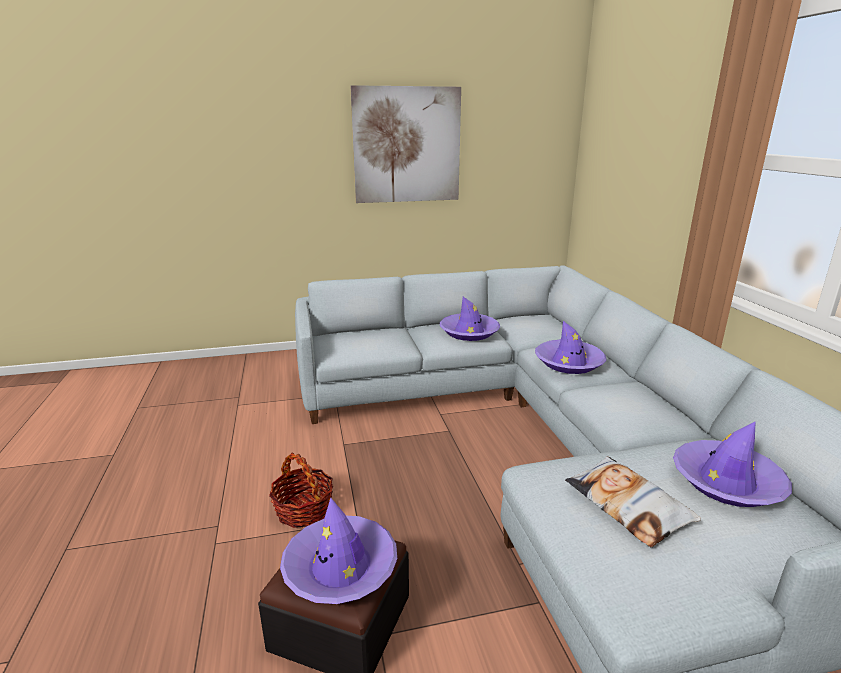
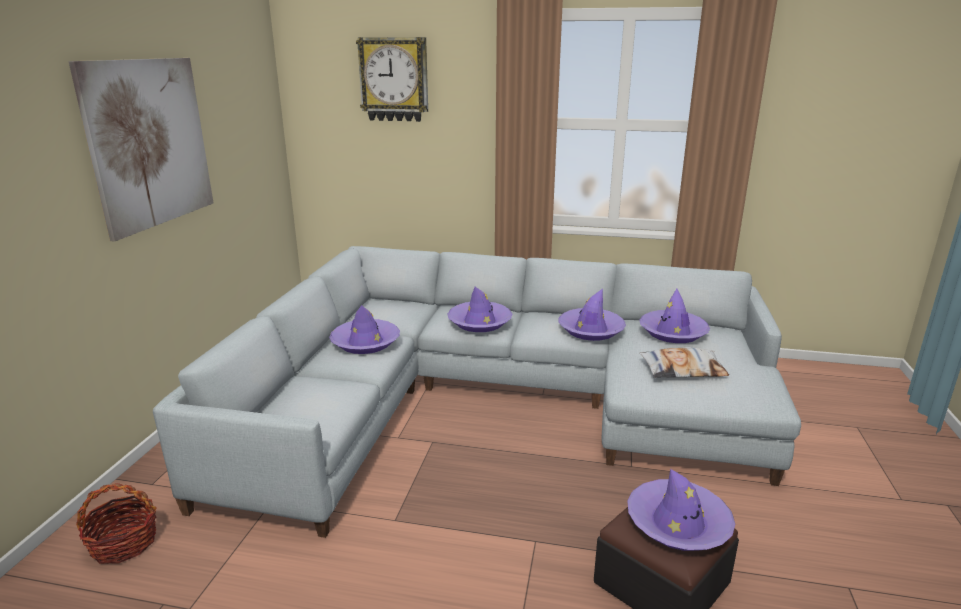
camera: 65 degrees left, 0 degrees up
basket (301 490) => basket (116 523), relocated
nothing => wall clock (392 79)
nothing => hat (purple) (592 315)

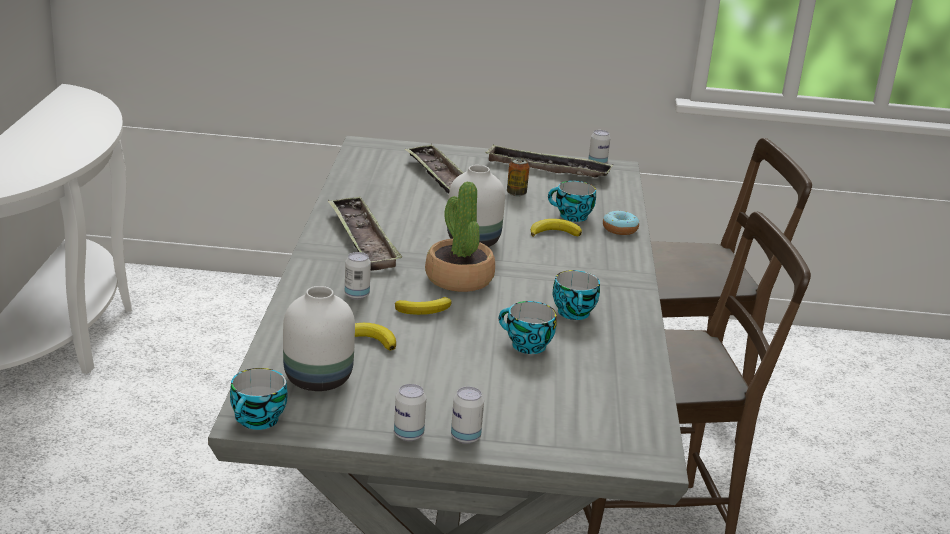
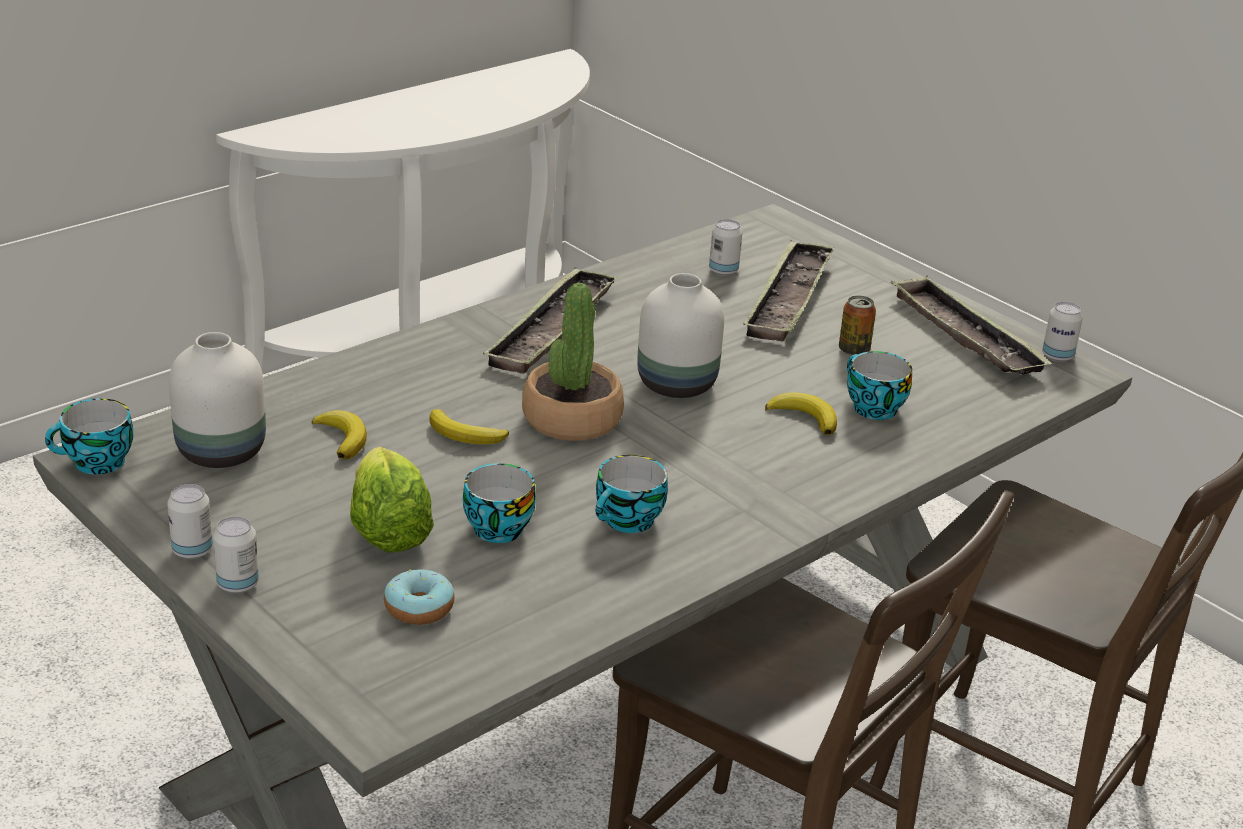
camera: 45 degrees right, 5 degrees up
donut (621 223) => donut (419 597), relocated
can (358 276) => can (725 247), relocated
nothing => lettuce (392 499)

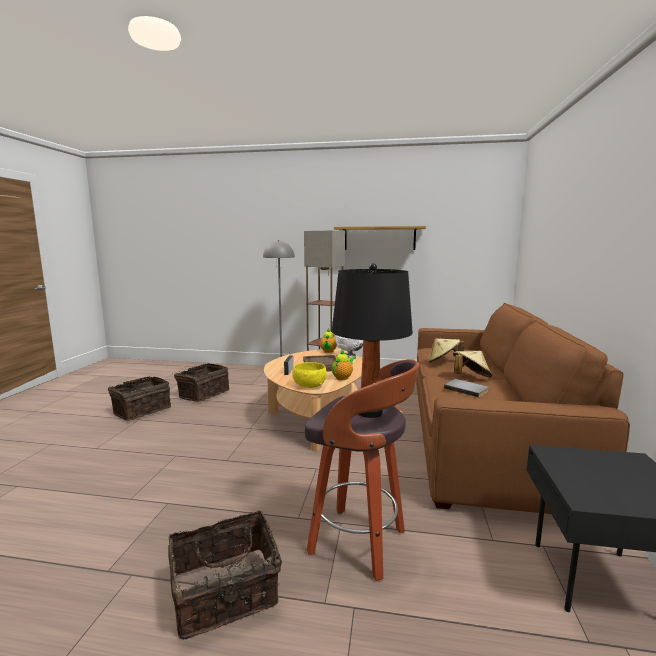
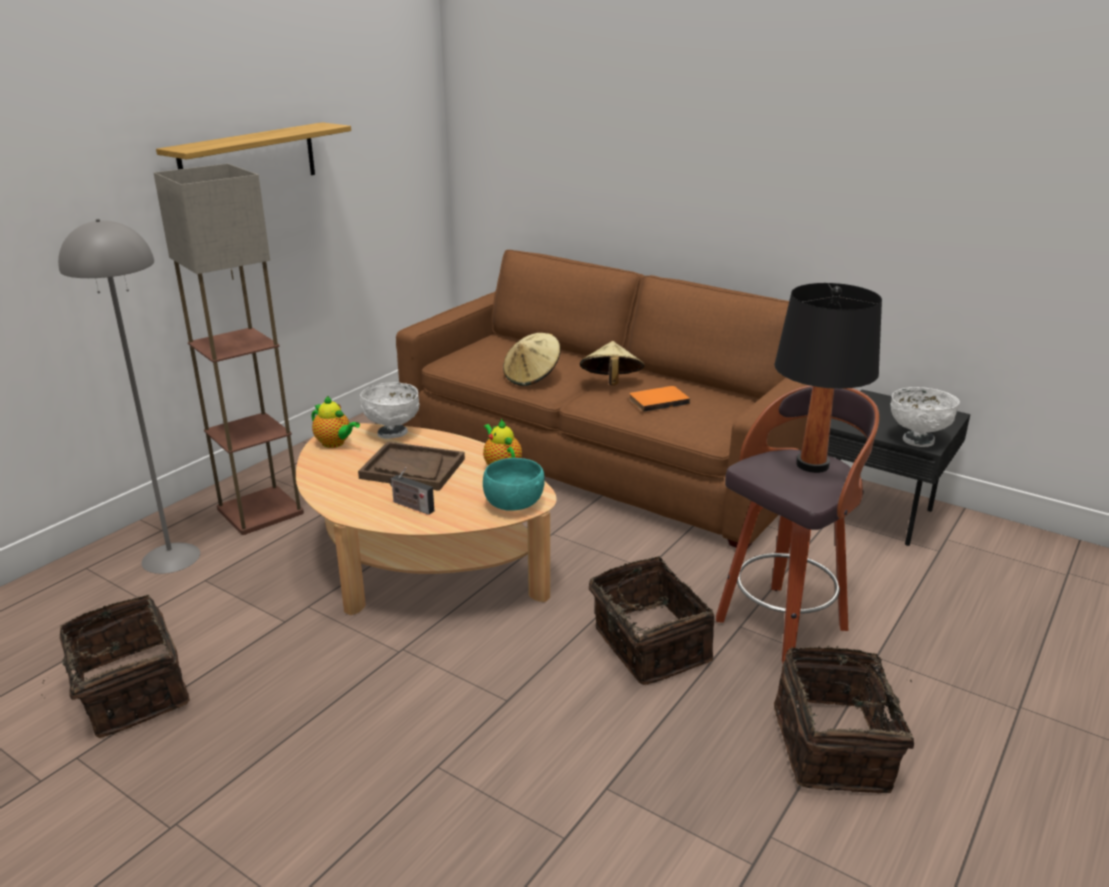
camera: 65 degrees left, 15 degrees up
bowl (yellow) (309 375) => bowl (turquoise) (514 484)
basket (139 398) => basket (651 620), relocated
book (grey) (466 388) => book (orange) (659 399)
nothing => bowl (white) (925 417)

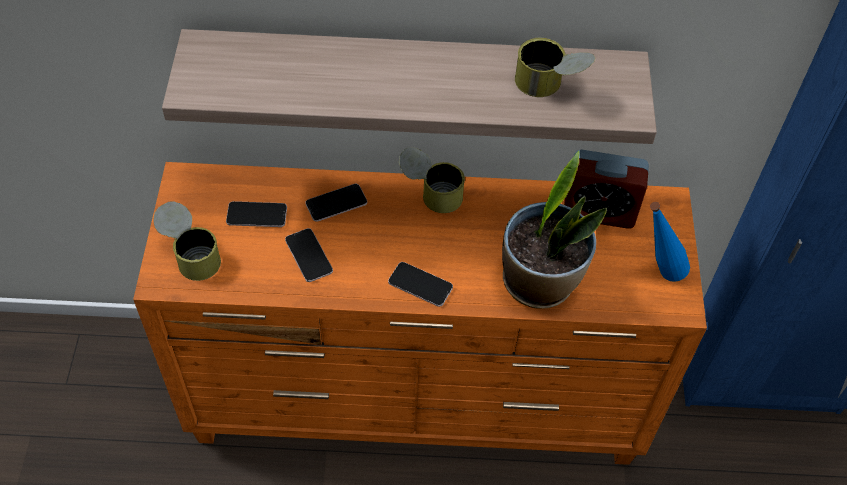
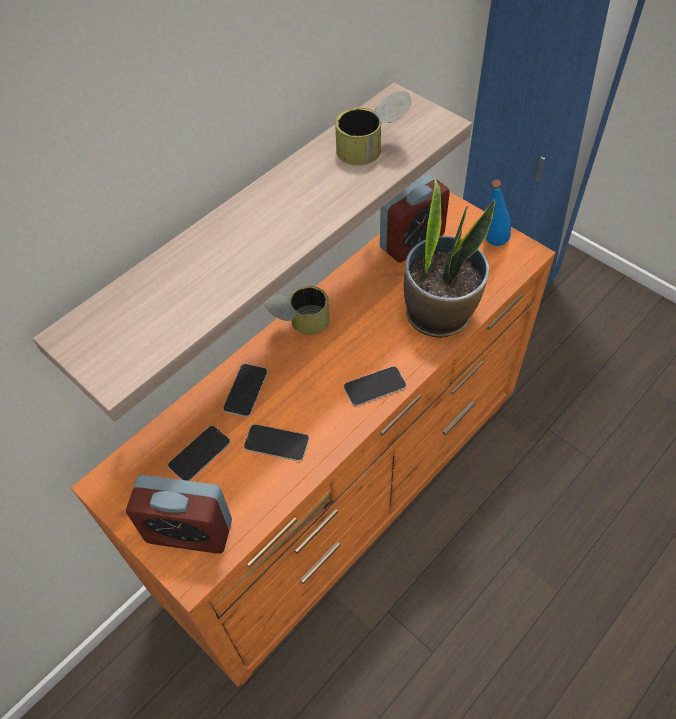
camera: 45 degrees left, 0 degrees up
can (187 241) => alarm clock (179 514)

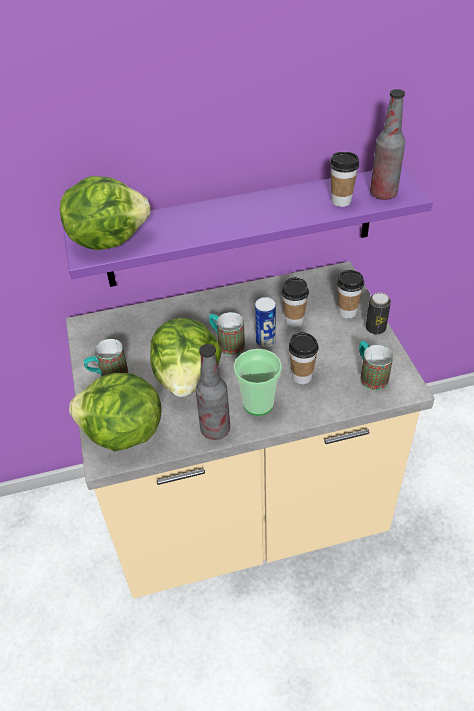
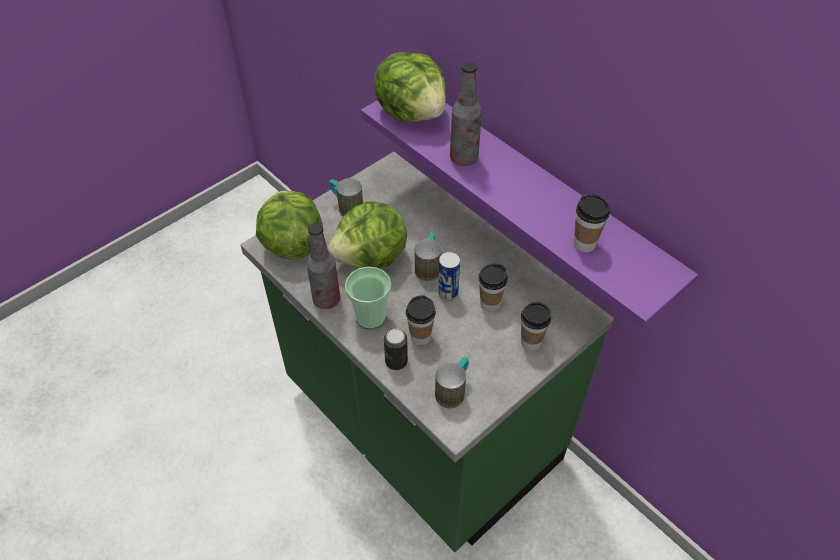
camera: 60 degrees right, 5 degrees up
bottle (387 144) => bottle (466 114), relocated
counter (beige) (250 429) => counter (green) (427 352)
can (378 313) => can (396 349), relocated

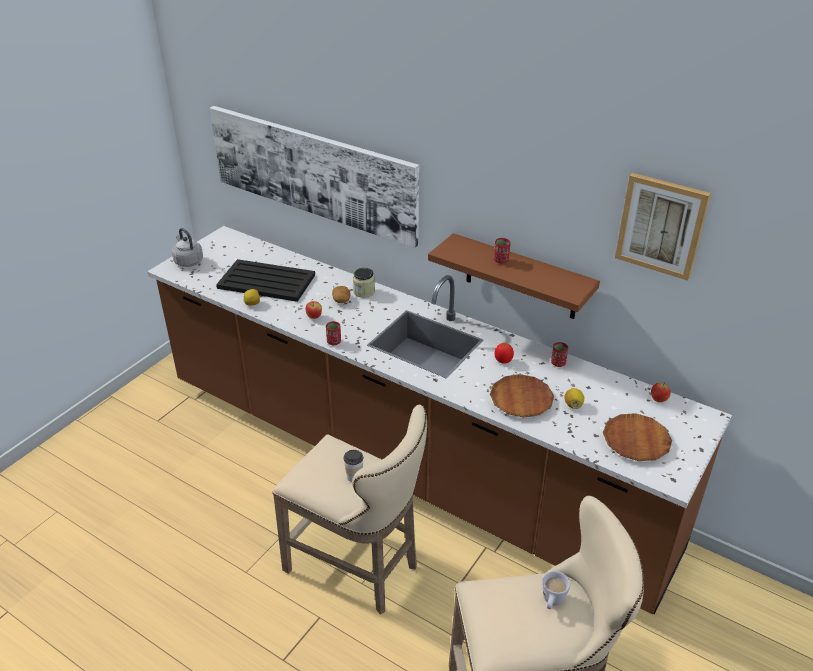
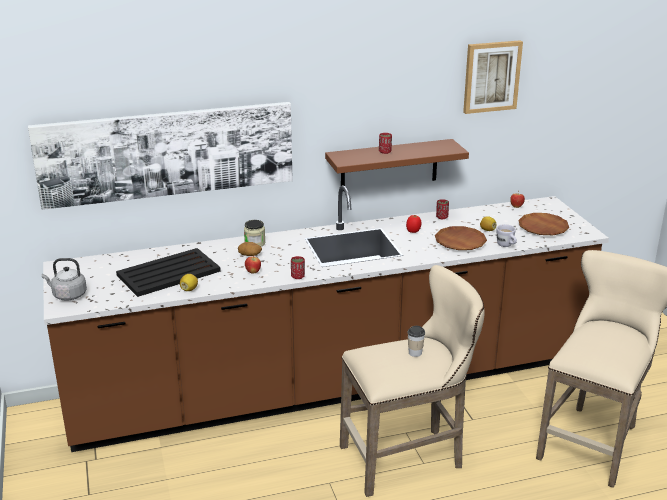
camera: 50 degrees left, 10 degrees down
mug (white) (556 590) => mug (white) (506 235), relocated

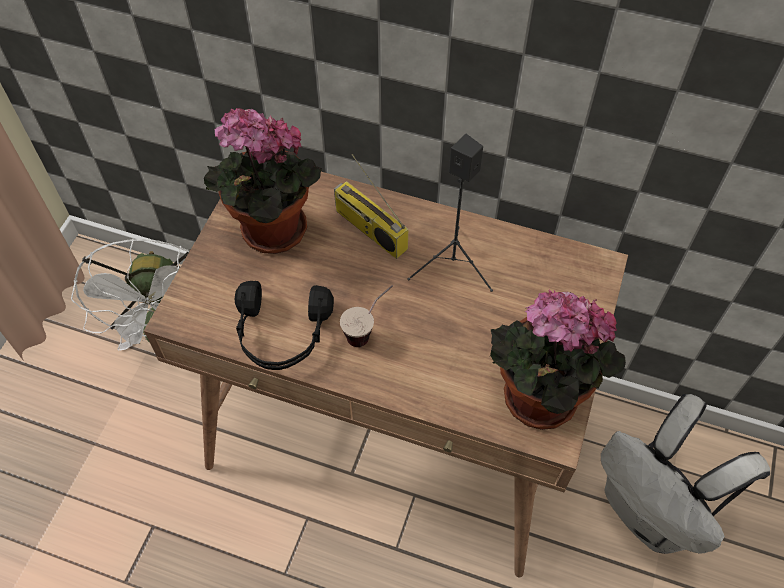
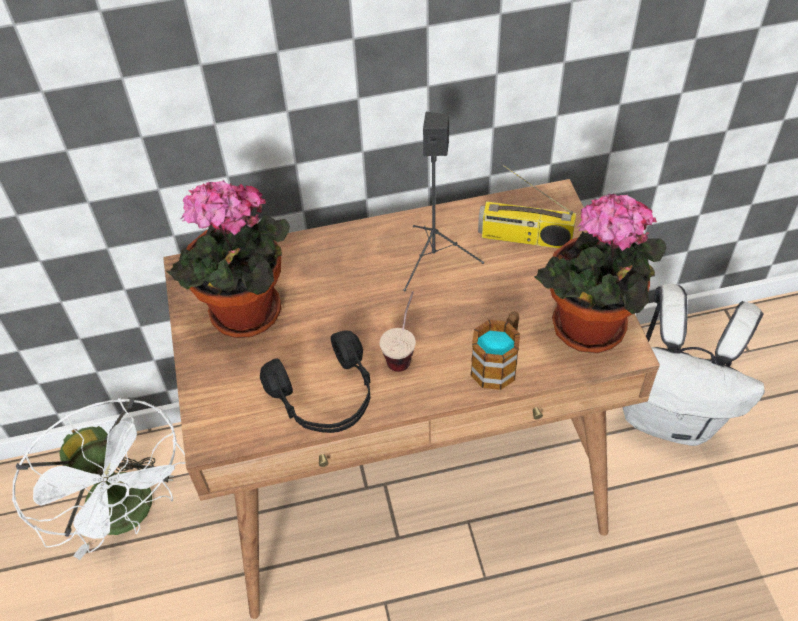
camera: 30 degrees left, 5 degrees down
radio (371 206) => radio (527 206), relocated
nothing => mug (495 350)

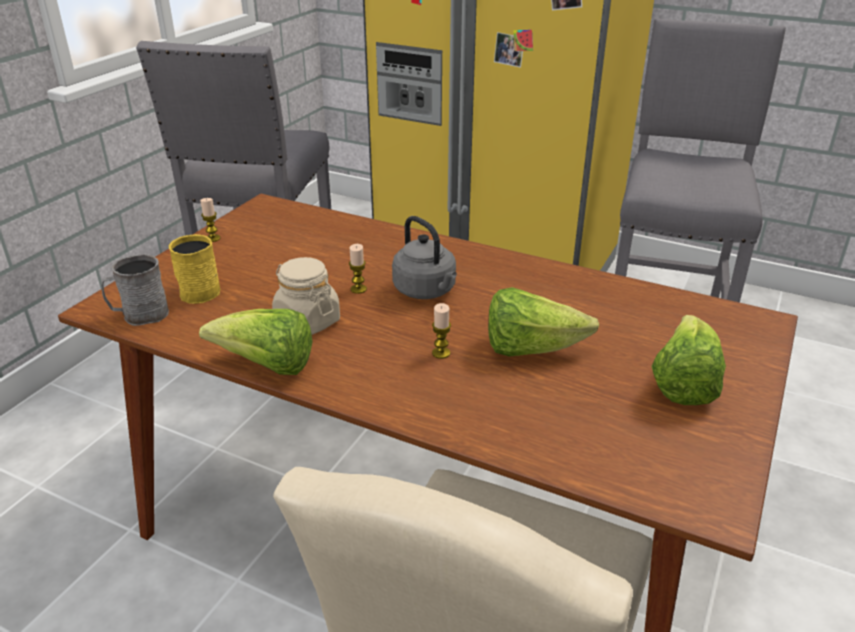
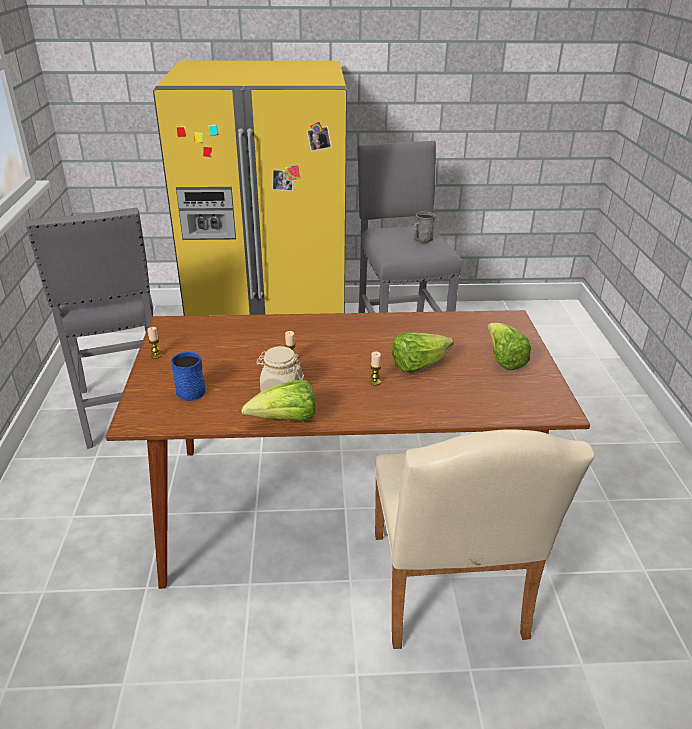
camera: 30 degrees left, 0 degrees up
kettle (grey) (424 257) => nothing
mug (yellow) (194 269) => mug (blue) (188 376)
mug (grey) (135 289) => mug (grey) (424 227), relocated

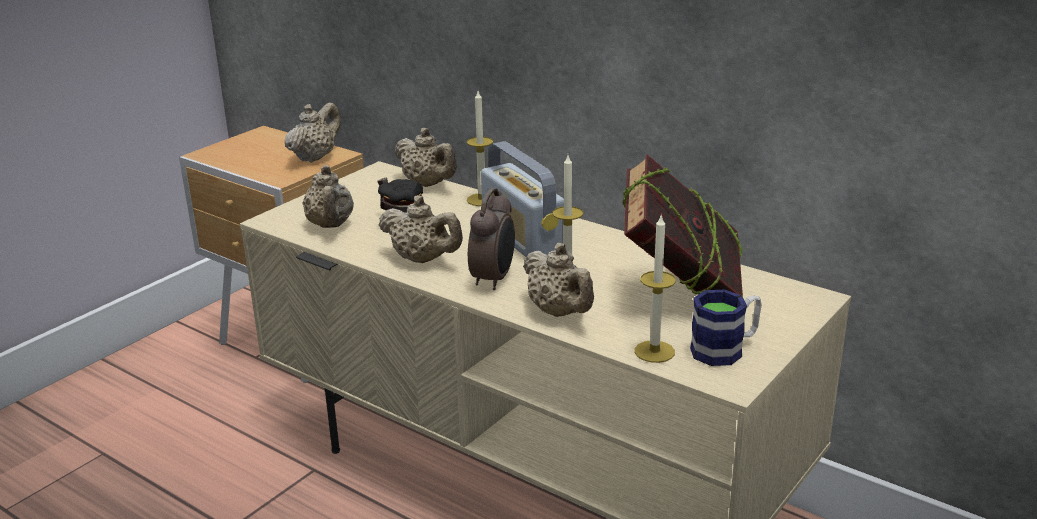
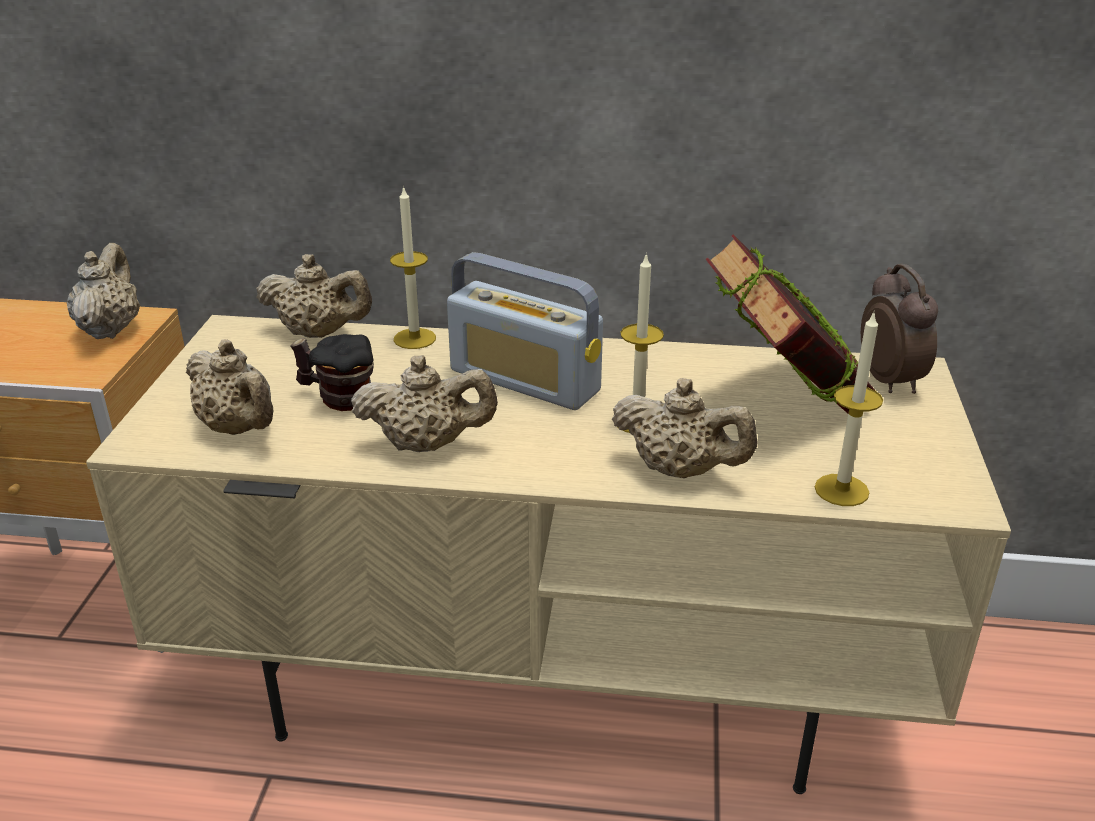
camera: 30 degrees left, 5 degrees up
alarm clock (491 239) => alarm clock (899 329), relocated
mug (726 327) => nothing

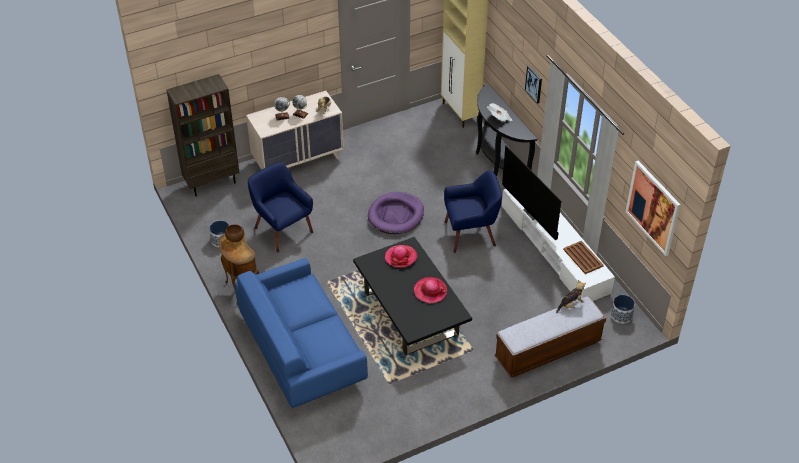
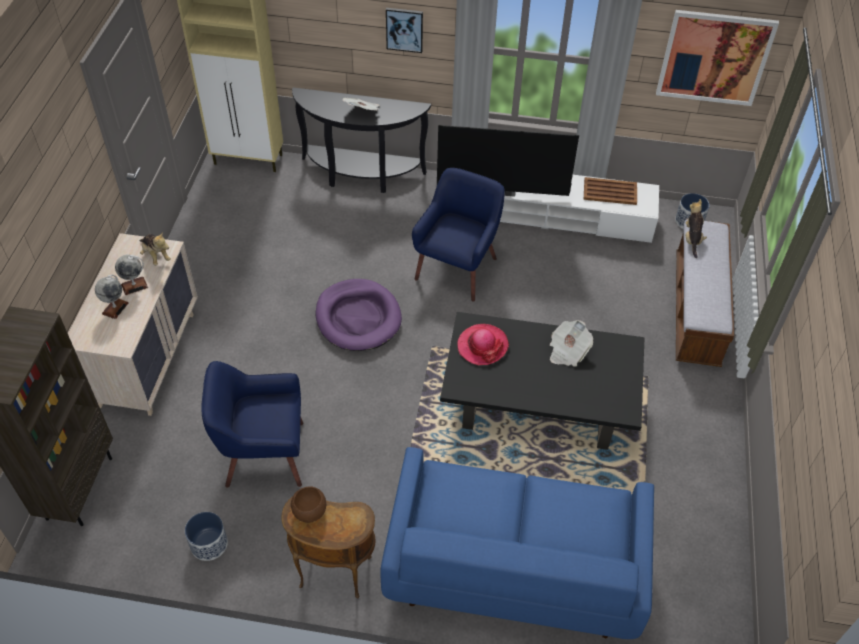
camera: 55 degrees left, 5 degrees up
hat (430 290) => newspaper (571 343)

